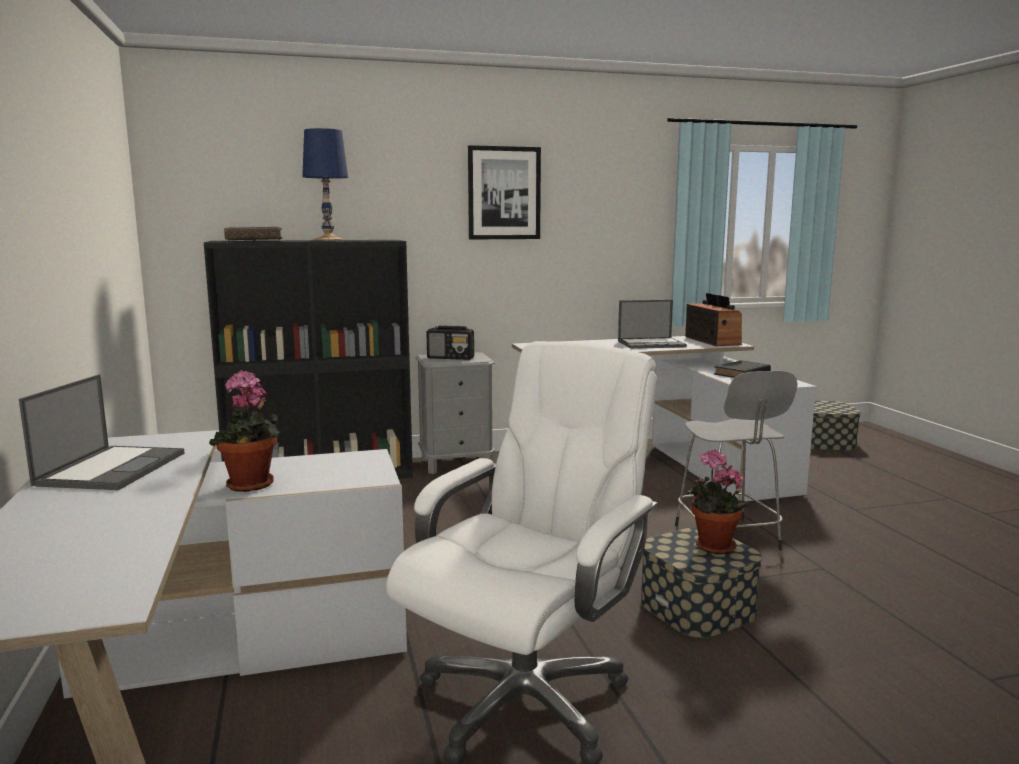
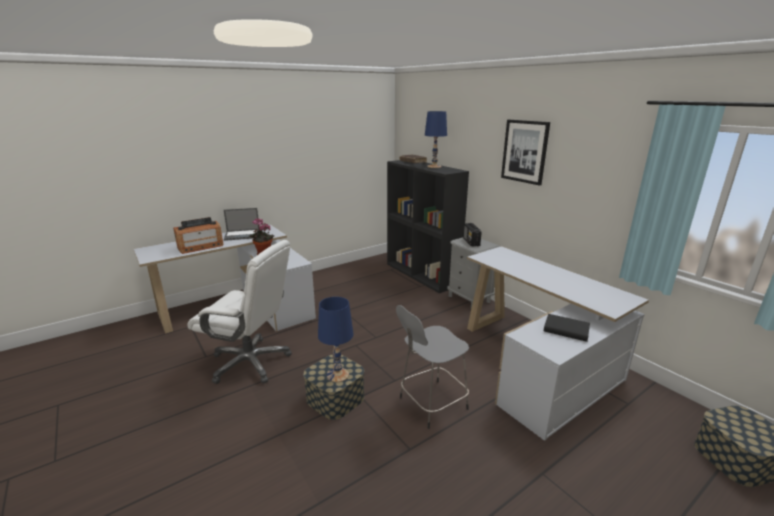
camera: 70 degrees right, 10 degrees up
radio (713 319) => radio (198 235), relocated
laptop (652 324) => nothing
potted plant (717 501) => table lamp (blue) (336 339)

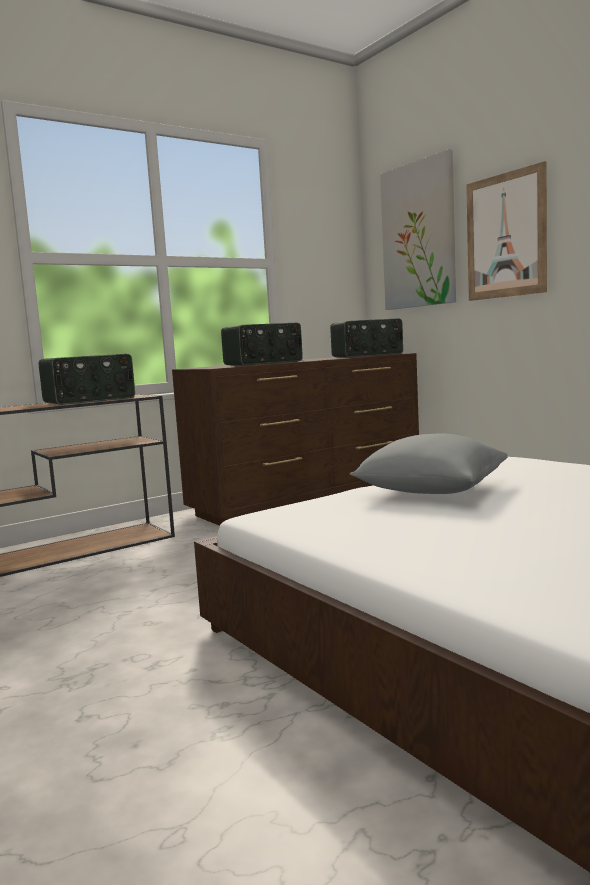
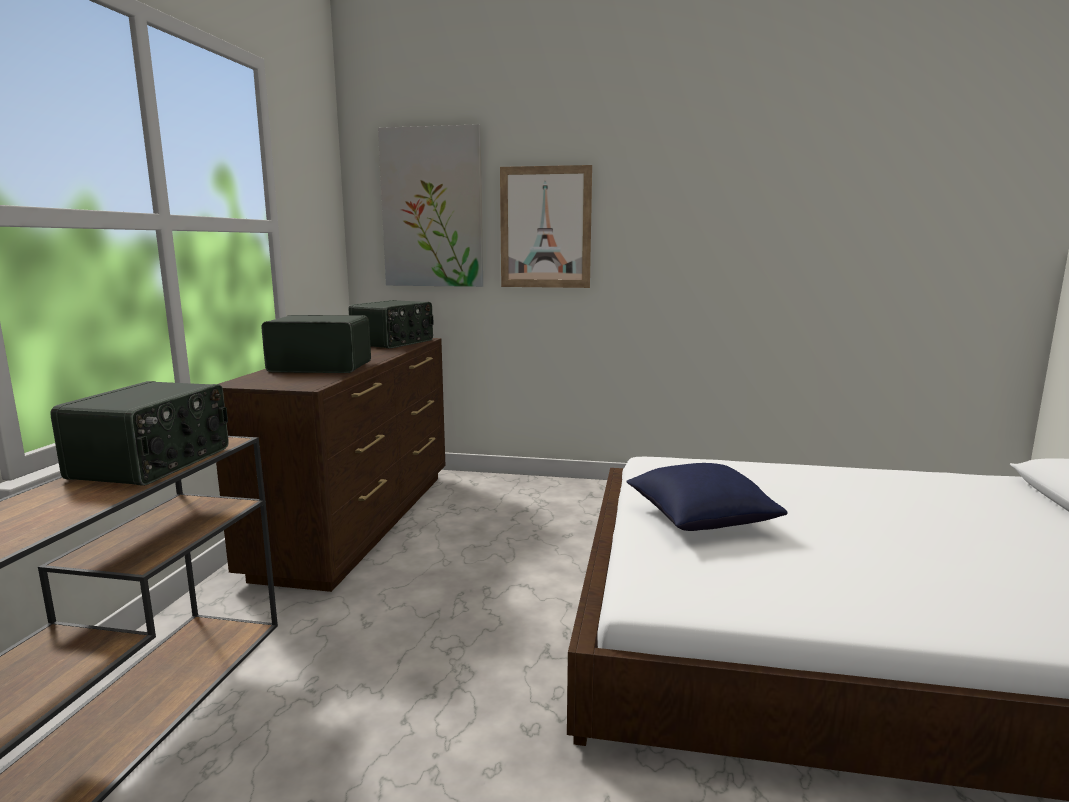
camera: 45 degrees left, 5 degrees up
radio (262 344) => radio (316 344), 105 degrees counterclockwise
pillow (grey) (429 464) => pillow (blue) (707 497)

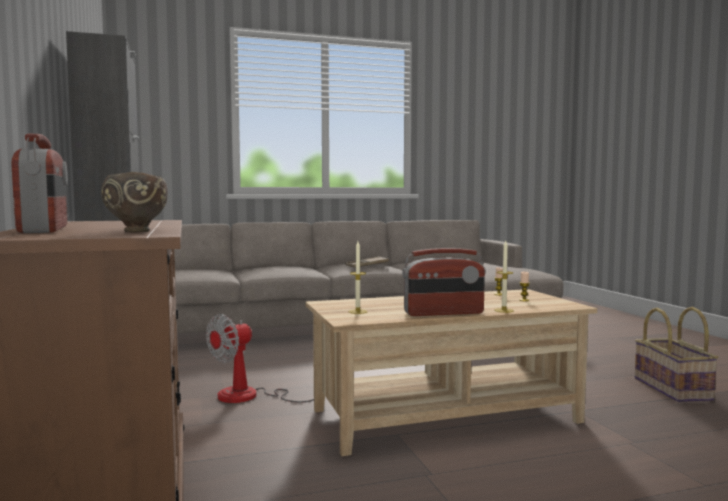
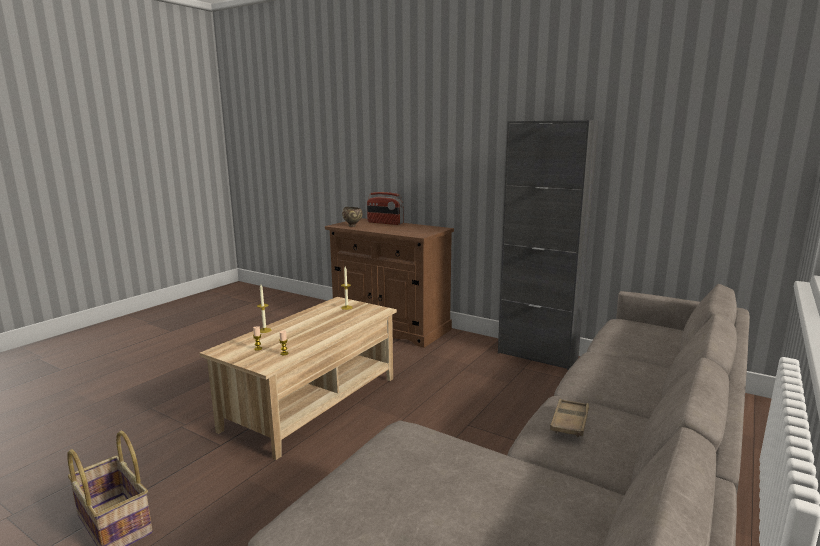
camera: 140 degrees right, 10 degrees up
radio (444 282) => nothing
fan (260 358) => nothing

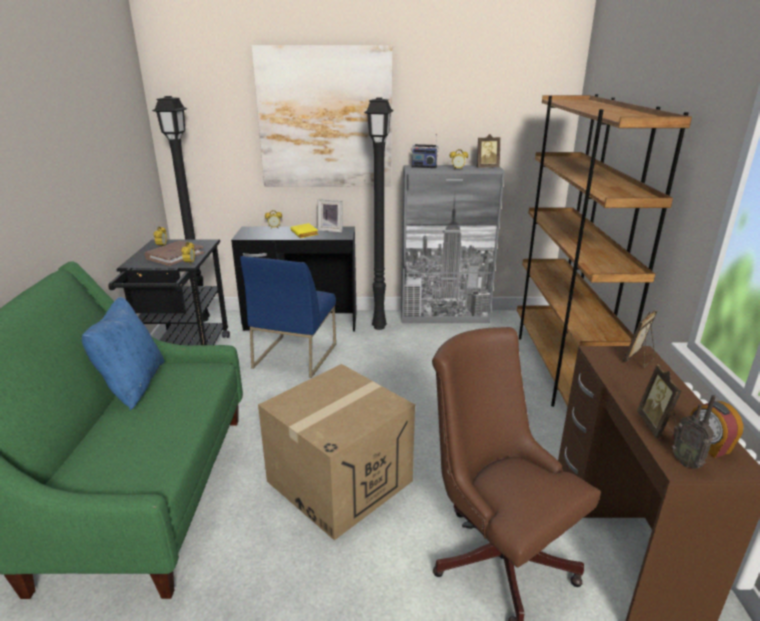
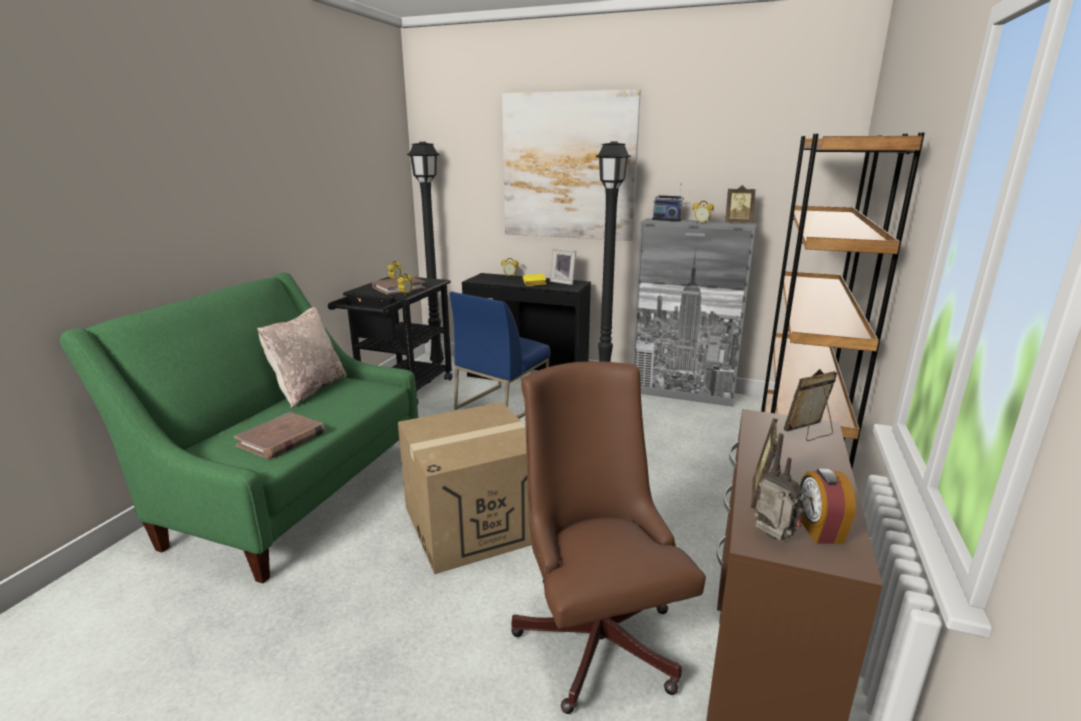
camera: 20 degrees right, 5 degrees down
pillow (blue) (123 353) => pillow (beige) (302 357)
radio (694 432) => radio (779 487), 150 degrees clockwise
nothing => book (brown) (279 435)

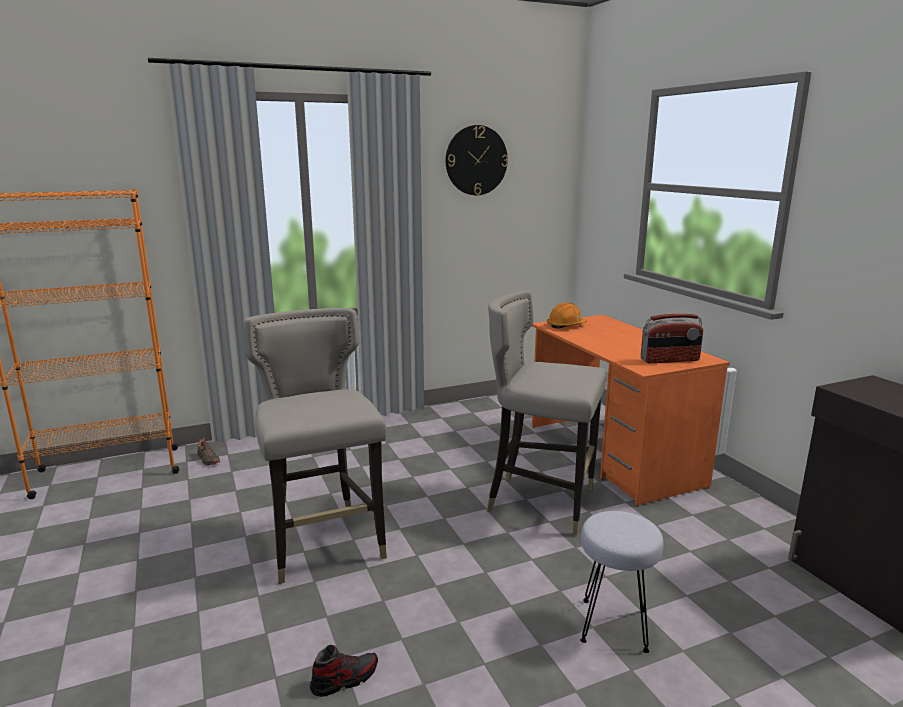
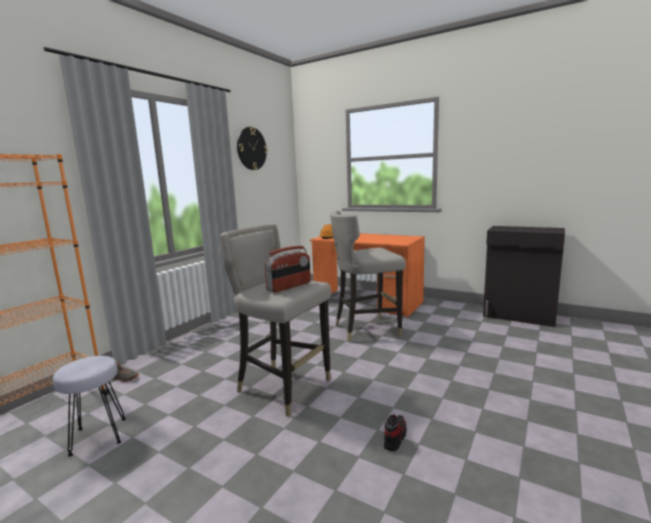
camera: 35 degrees left, 5 degrees down
radio (672 339) => radio (288 269), relocated
stool (grey) (621 582) => stool (grey) (89 406), relocated

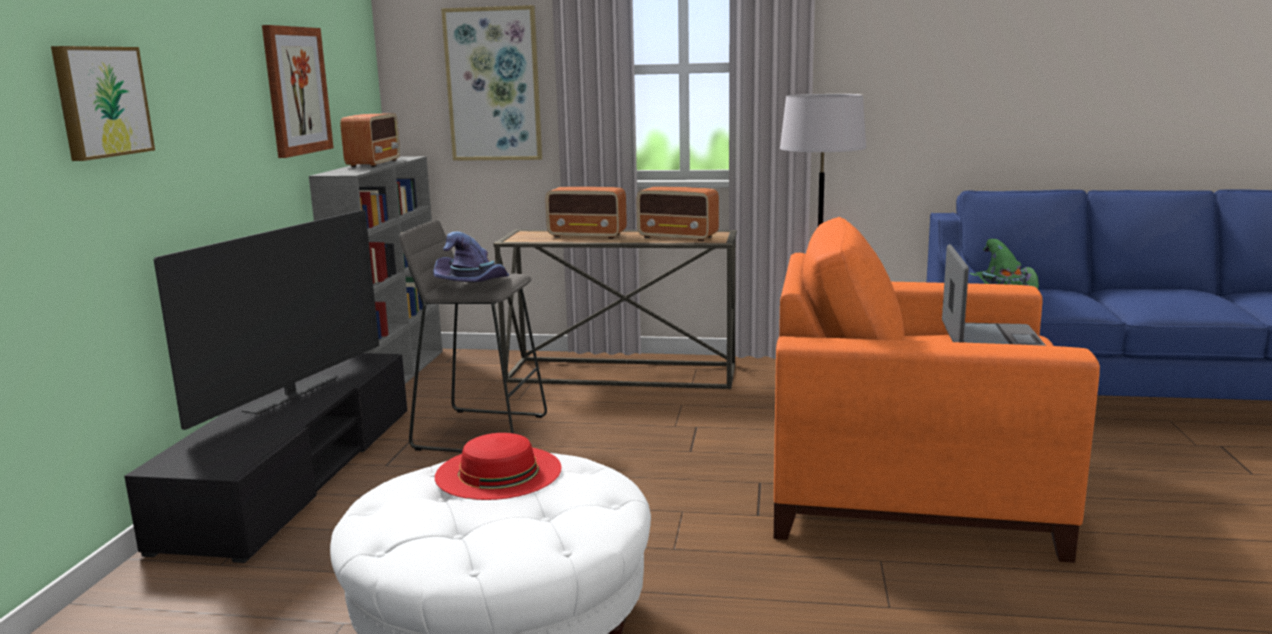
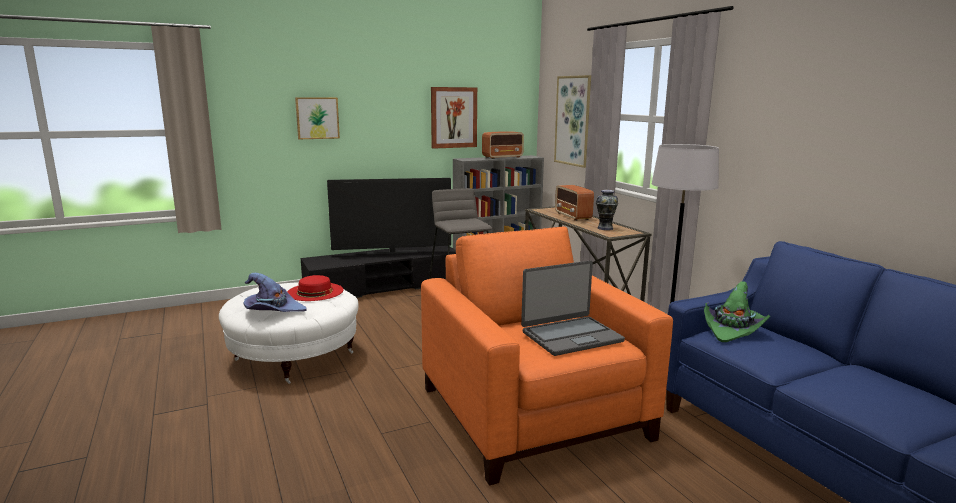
camera: 55 degrees right, 0 degrees up
radio (677 213) => vase (607 210)
hat (purple) (471 257) => hat (purple) (275 292), relocated

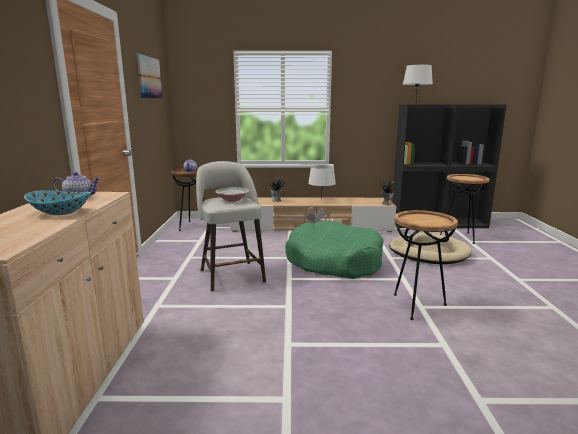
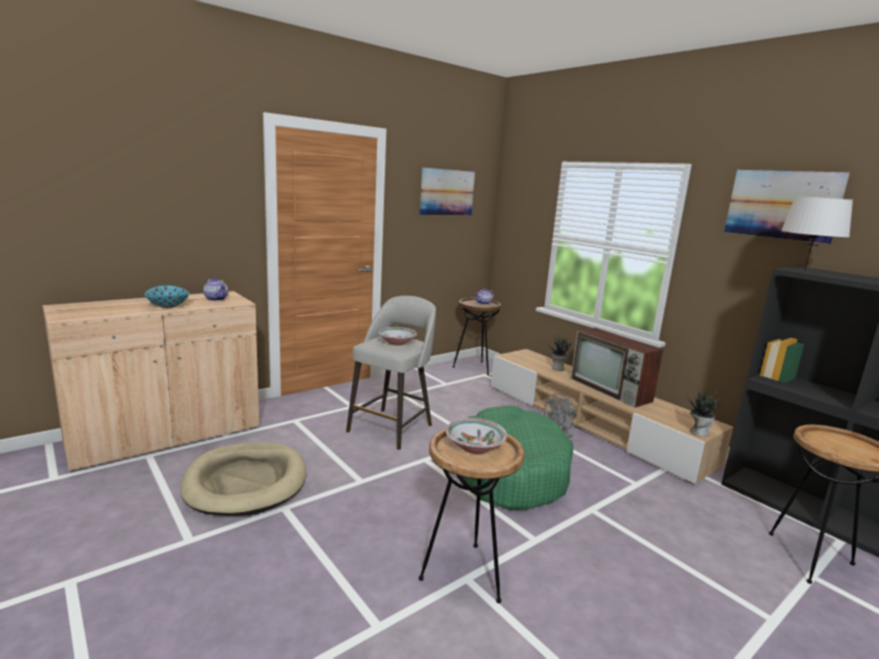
camera: 50 degrees right, 0 degrees up
table lamp (grey) (322 183) => television (617 367)
dog bed (beige) (430 248) => dog bed (beige) (243 479), relocated
nothing => picture (787 207)
nothing => bowl (476 436)

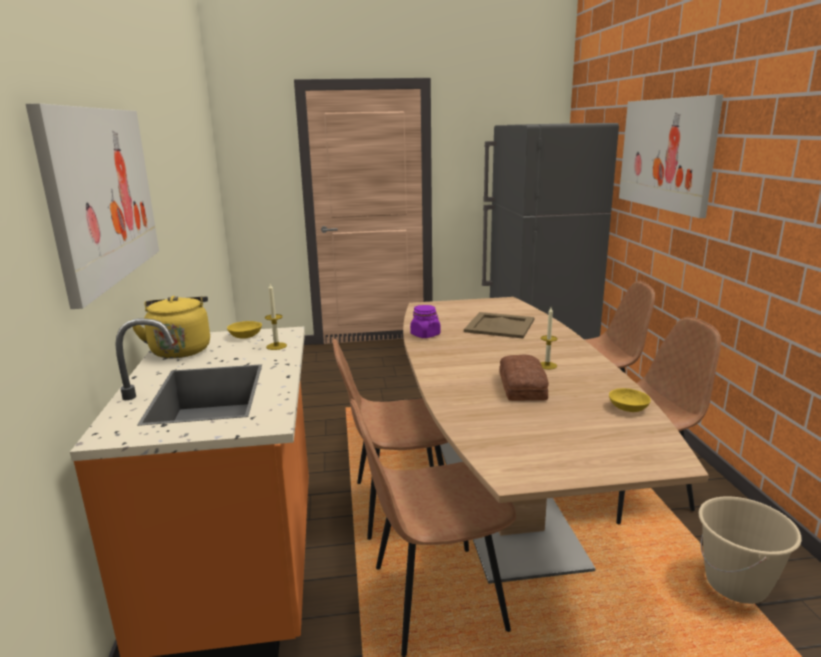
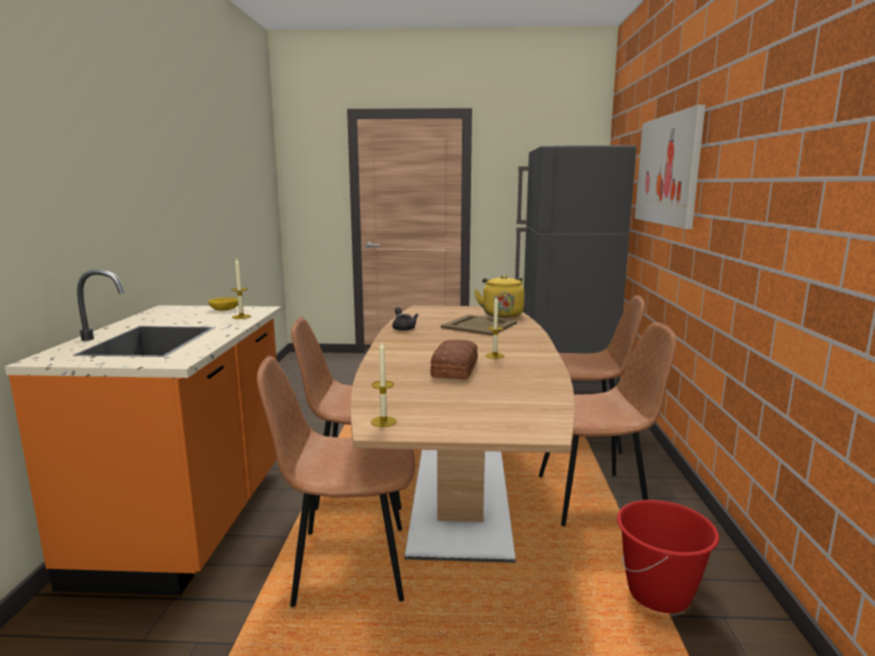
camera: 10 degrees right, 5 degrees down
picture (92 206) => nothing
kettle (yellow) (169 327) => kettle (yellow) (500 296), relocated
jar (purple) (425 321) => teapot (grey) (405 319)
bowl (yellow) (630 400) => nothing
bucket (beige) (750 550) => bucket (red) (668 557)
nothing => candle (384 384)

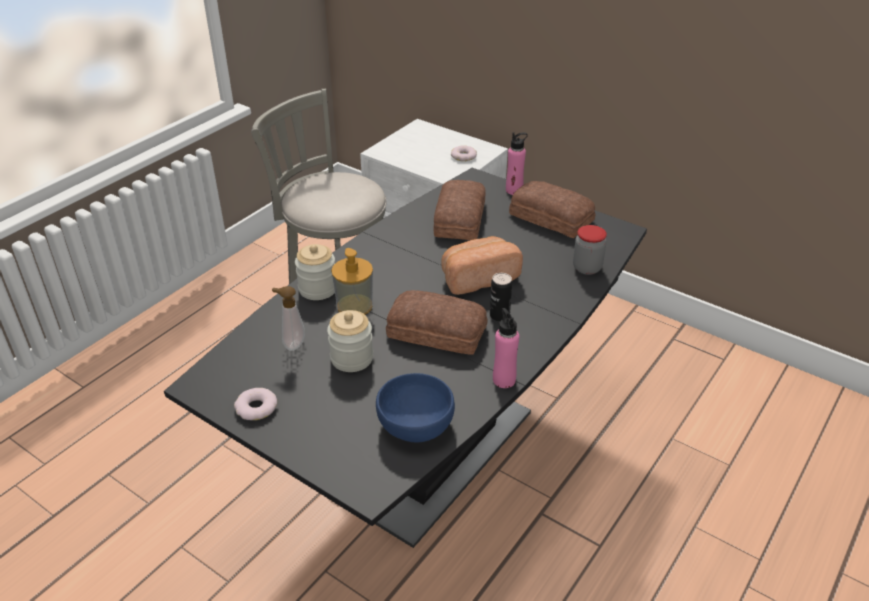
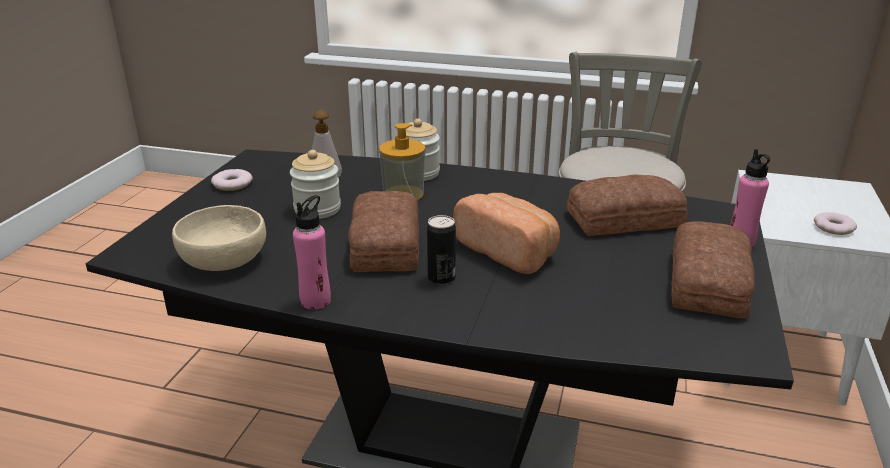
camera: 70 degrees right, 10 degrees down
jar (590 250) => nothing
bowl (blue) (415 407) => bowl (beige) (219 238)

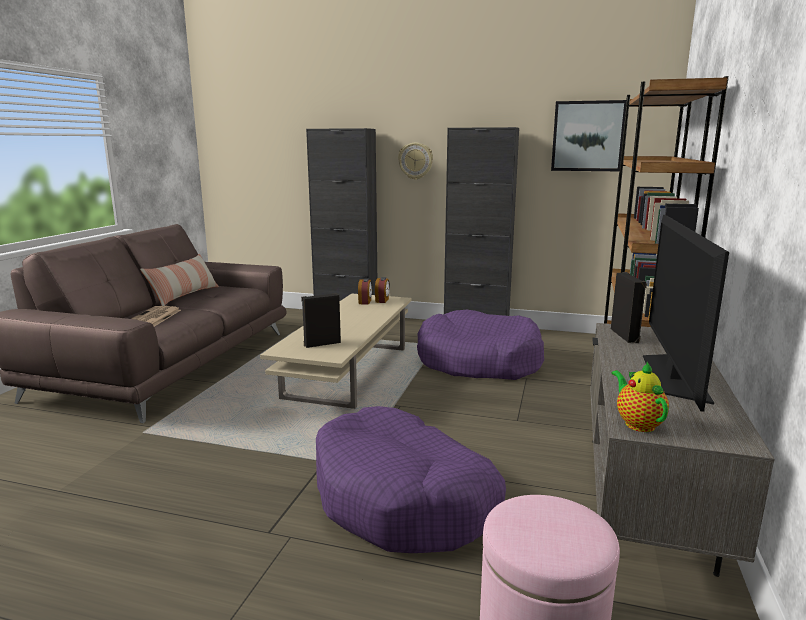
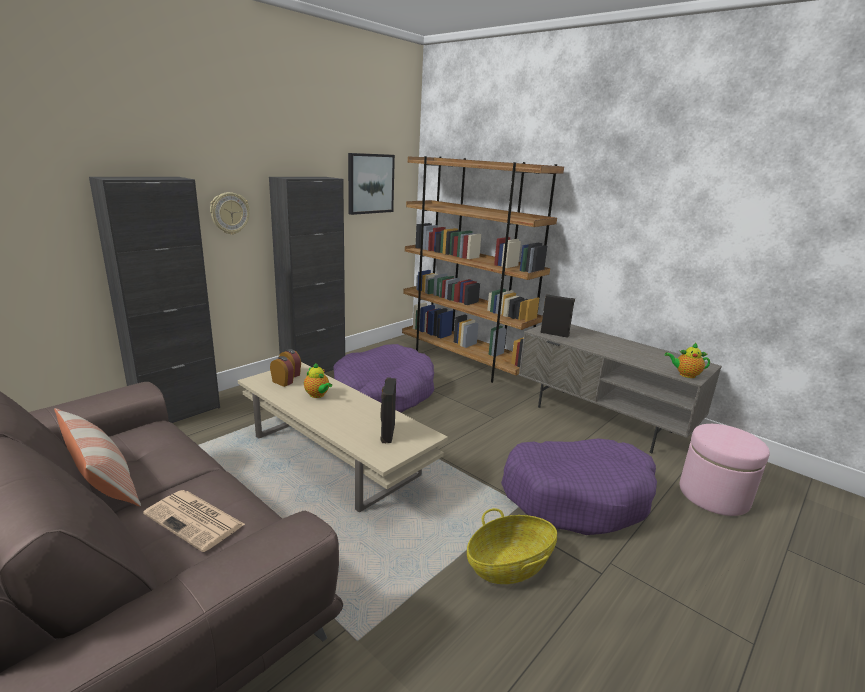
camera: 65 degrees left, 5 degrees up
television (686 313) => nothing
nothing => teapot (318 380)
nothing => basket (512 546)

